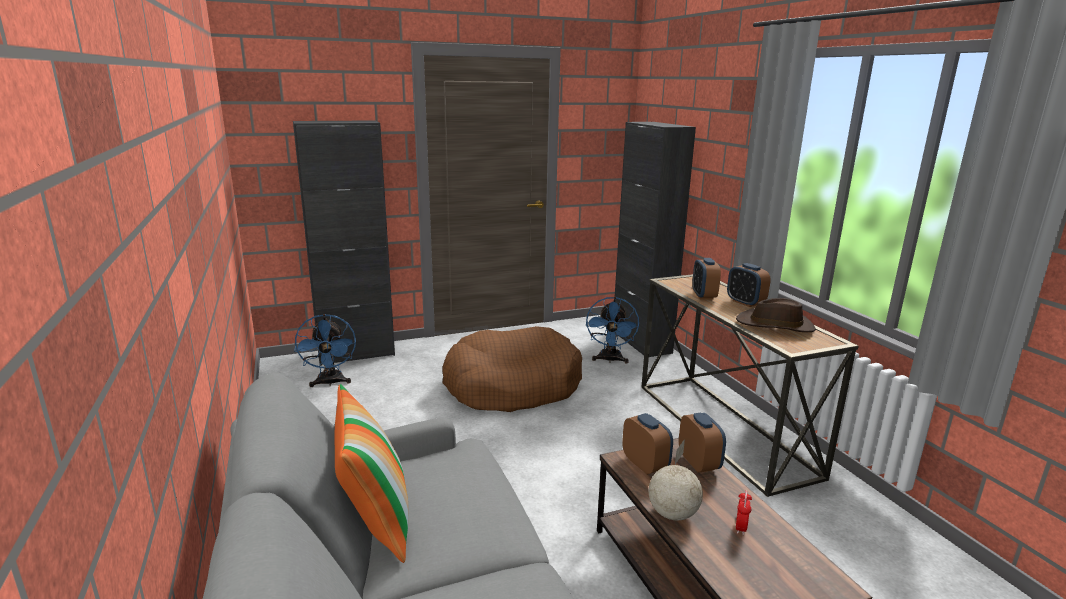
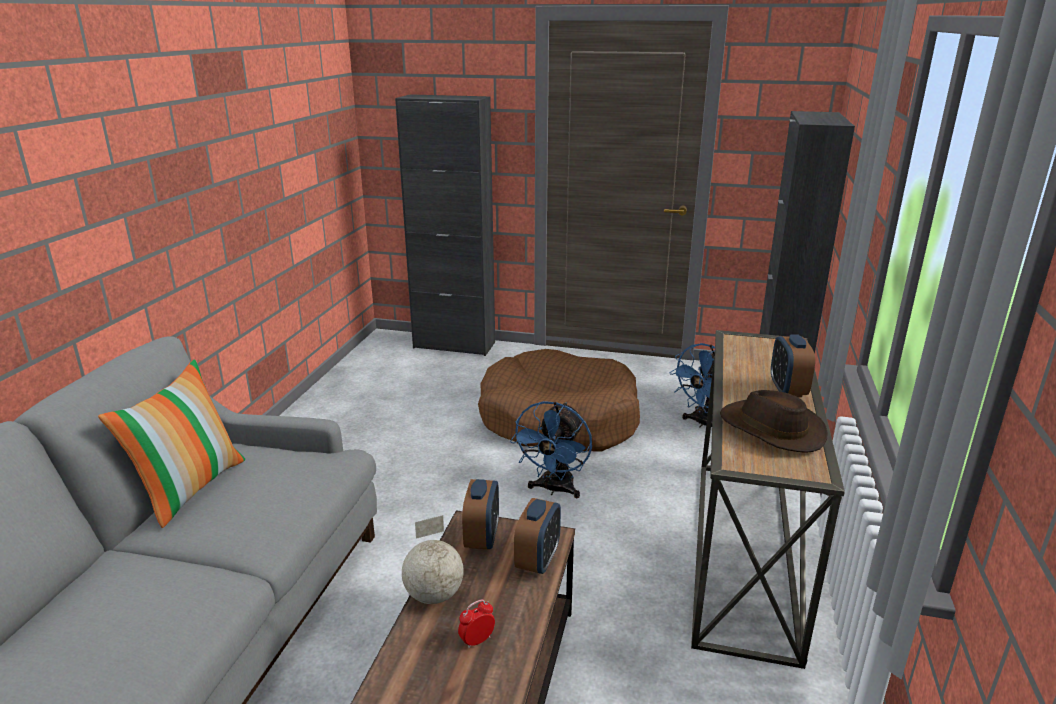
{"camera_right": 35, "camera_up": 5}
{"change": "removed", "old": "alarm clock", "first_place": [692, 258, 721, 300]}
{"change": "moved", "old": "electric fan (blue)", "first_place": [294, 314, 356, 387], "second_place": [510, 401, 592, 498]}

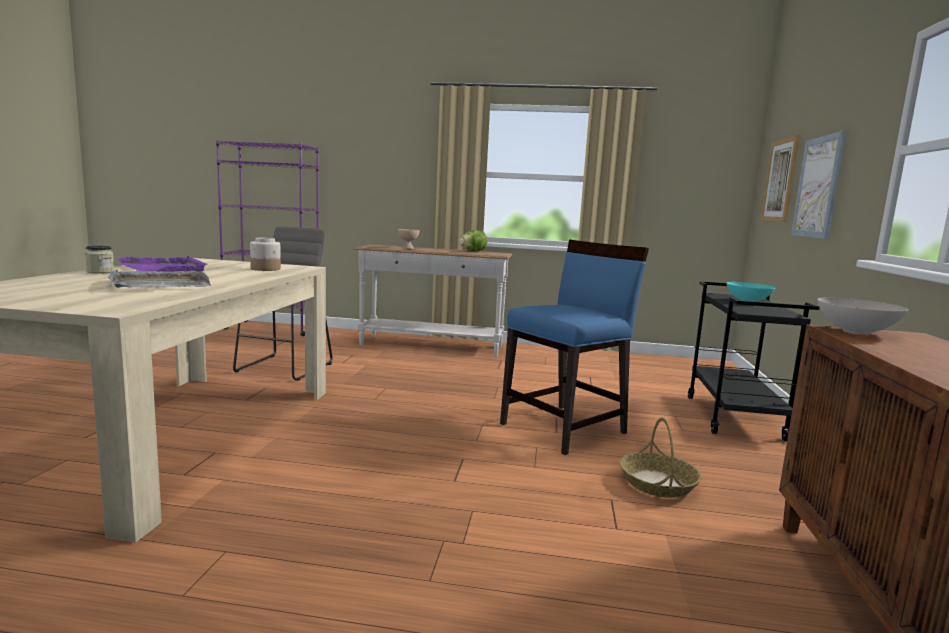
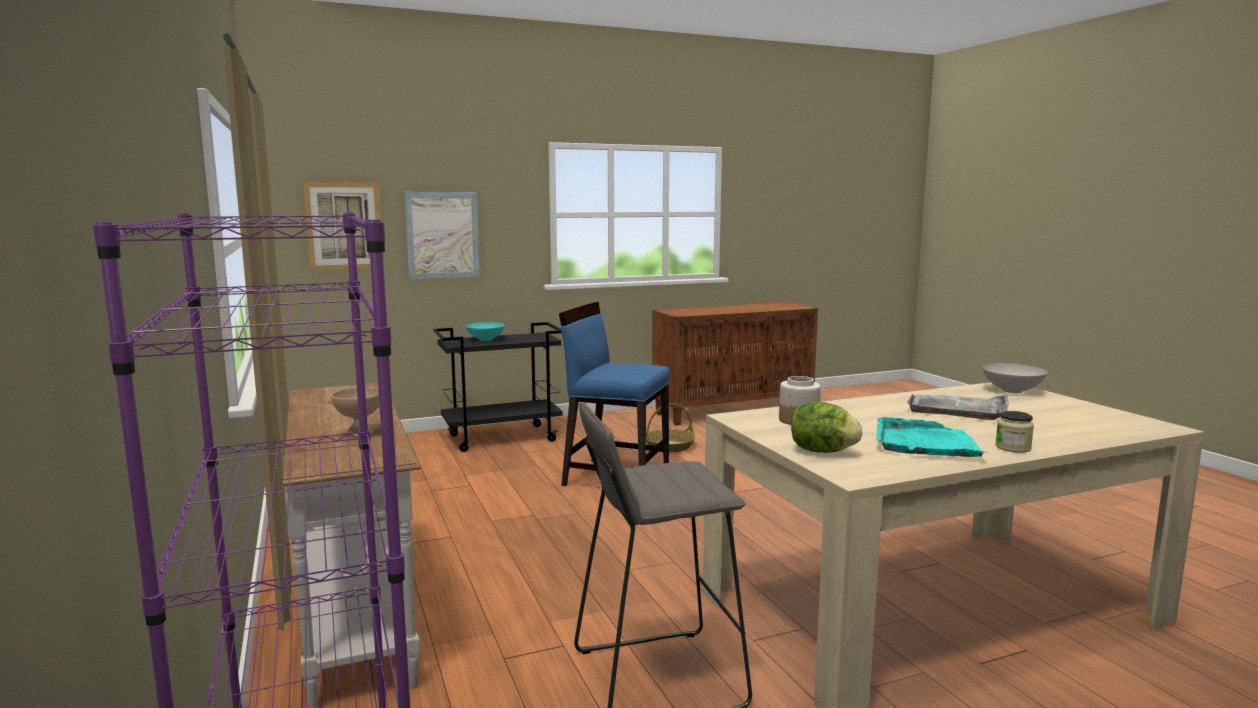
{"camera_right": -120, "camera_up": 0}
{"change": "moved", "old": "lettuce head", "first_place": [459, 230, 488, 251], "second_place": [791, 402, 862, 453]}
{"change": "recoloured", "old": "carrying tray (purple-coloured)", "new": "carrying tray (turquoise)", "first_place": [118, 256, 208, 272], "second_place": [876, 417, 987, 457]}
{"change": "moved", "old": "bowl (white)", "first_place": [817, 297, 908, 334], "second_place": [982, 363, 1048, 393]}

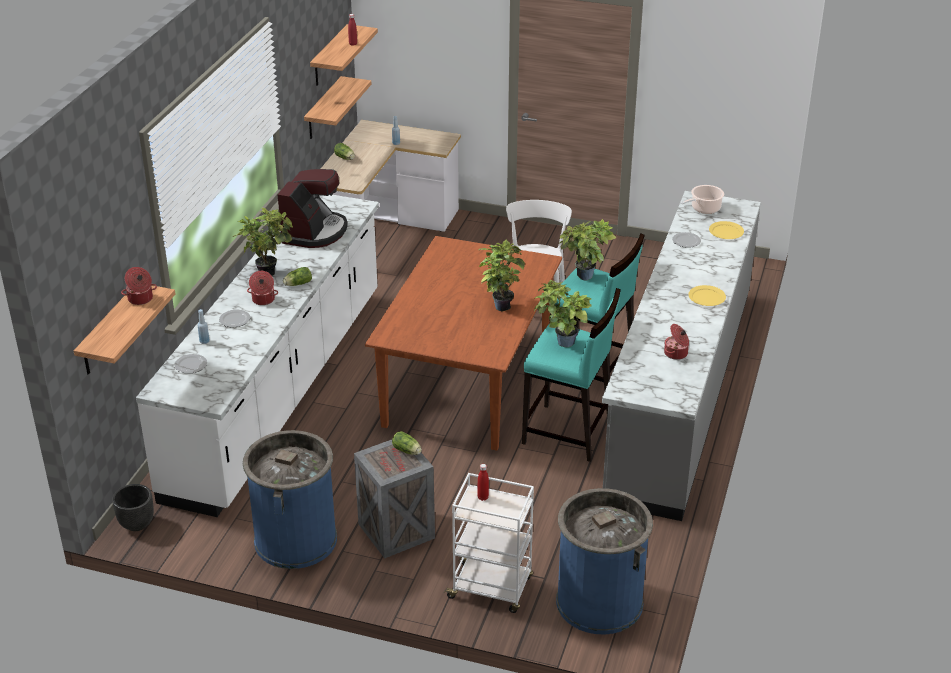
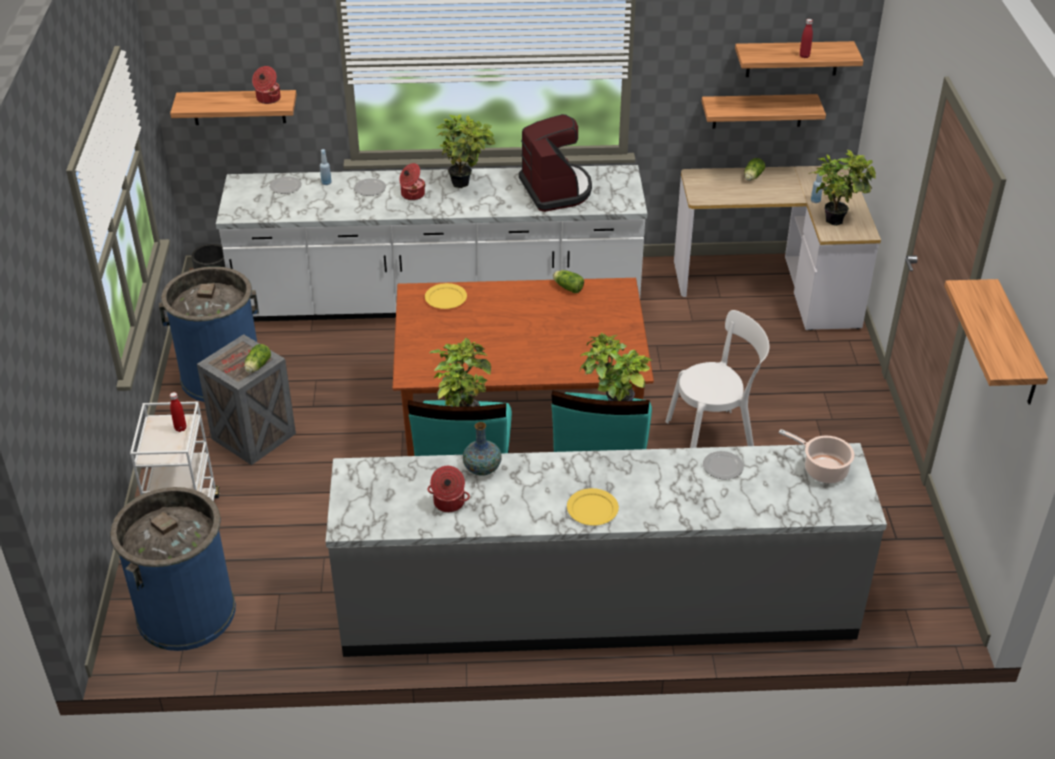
{"camera_right": 70, "camera_up": 5}
{"change": "turned", "old": "coffee brewer", "first_place": [278, 169, 348, 248], "second_place": [519, 114, 592, 212], "degrees": -105}
{"change": "moved", "old": "flat dish (yellowish)", "first_place": [709, 221, 744, 239], "second_place": [425, 283, 467, 309]}
{"change": "moved", "old": "houseplant", "first_place": [478, 239, 525, 312], "second_place": [809, 150, 876, 226]}
{"change": "moved", "old": "lettuce head", "first_place": [283, 267, 312, 286], "second_place": [553, 270, 584, 293]}
{"change": "added", "new": "shelf", "second_place": [944, 279, 1048, 405]}
{"change": "added", "new": "vase", "second_place": [463, 422, 501, 476]}

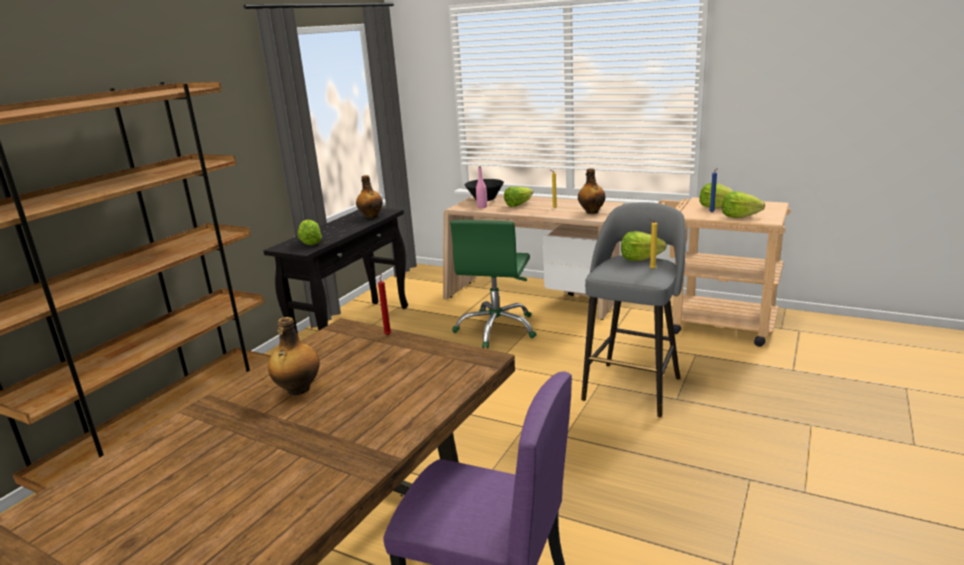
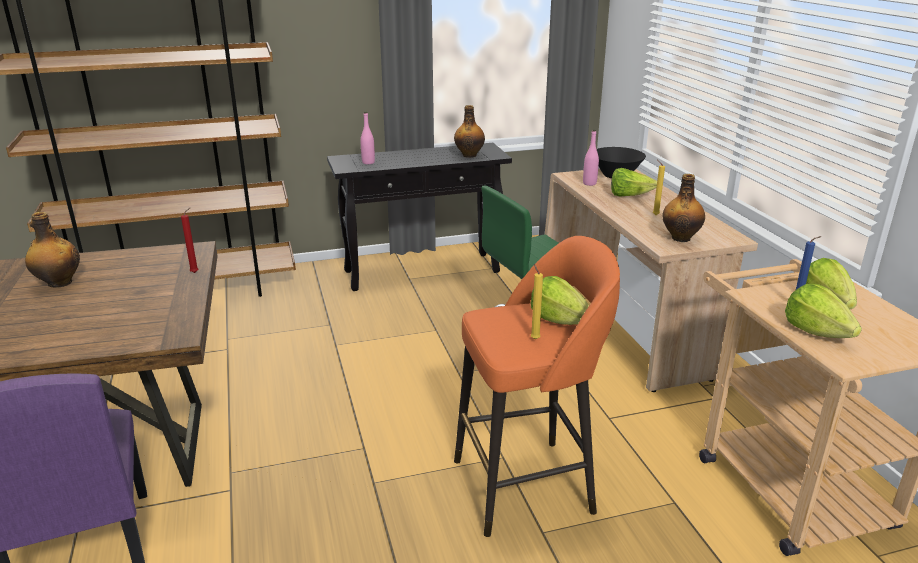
{"camera_right": 45, "camera_up": 5}
{"change": "recoloured", "old": "sitting stool (greyish)", "new": "sitting stool (orange)", "first_place": [581, 202, 686, 417], "second_place": [454, 236, 620, 537]}
{"change": "replaced", "old": "lettuce head", "new": "bottle (pink-coloured)", "first_place": [298, 220, 322, 245], "second_place": [361, 112, 375, 164]}

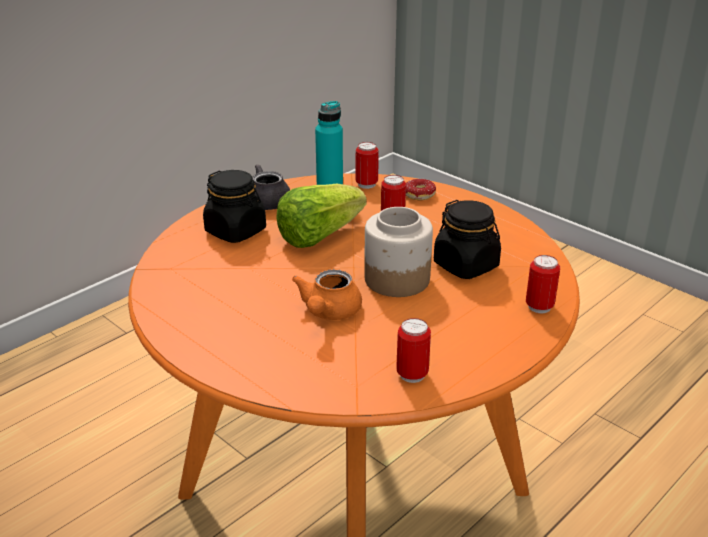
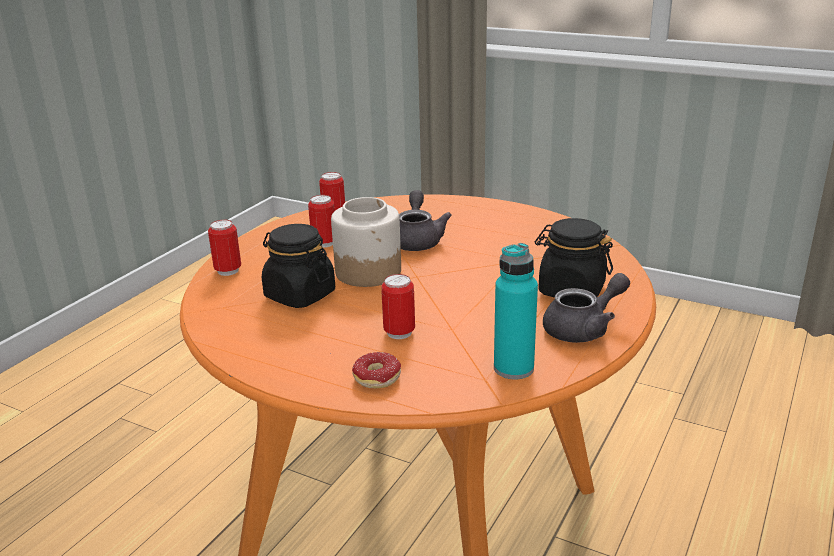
{"camera_right": 165, "camera_up": -5}
{"change": "moved", "old": "can", "first_place": [356, 142, 379, 189], "second_place": [308, 195, 335, 248]}
{"change": "removed", "old": "lettuce head", "first_place": [276, 183, 367, 248]}
{"change": "recoloured", "old": "teapot (orange)", "new": "teapot (greyish)", "first_place": [292, 269, 362, 320], "second_place": [399, 190, 452, 251]}

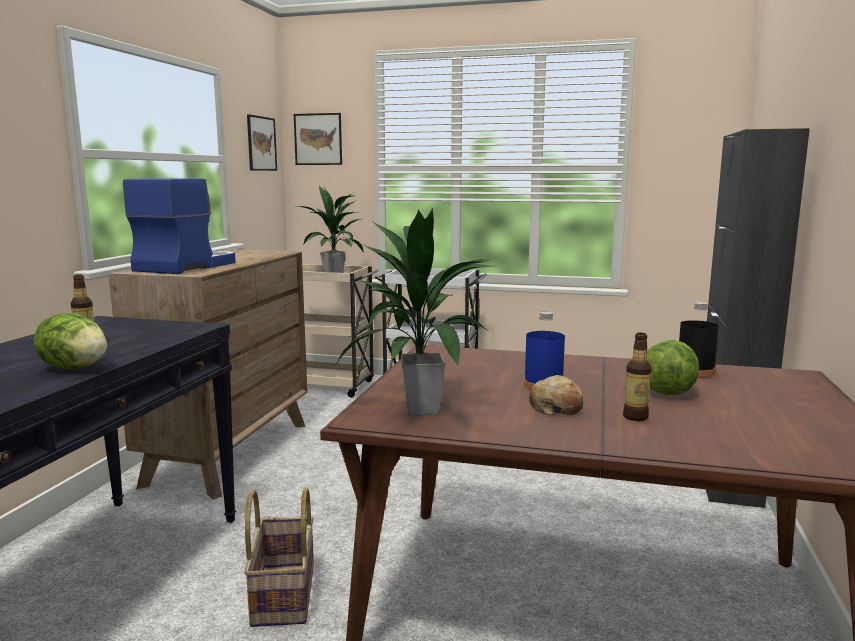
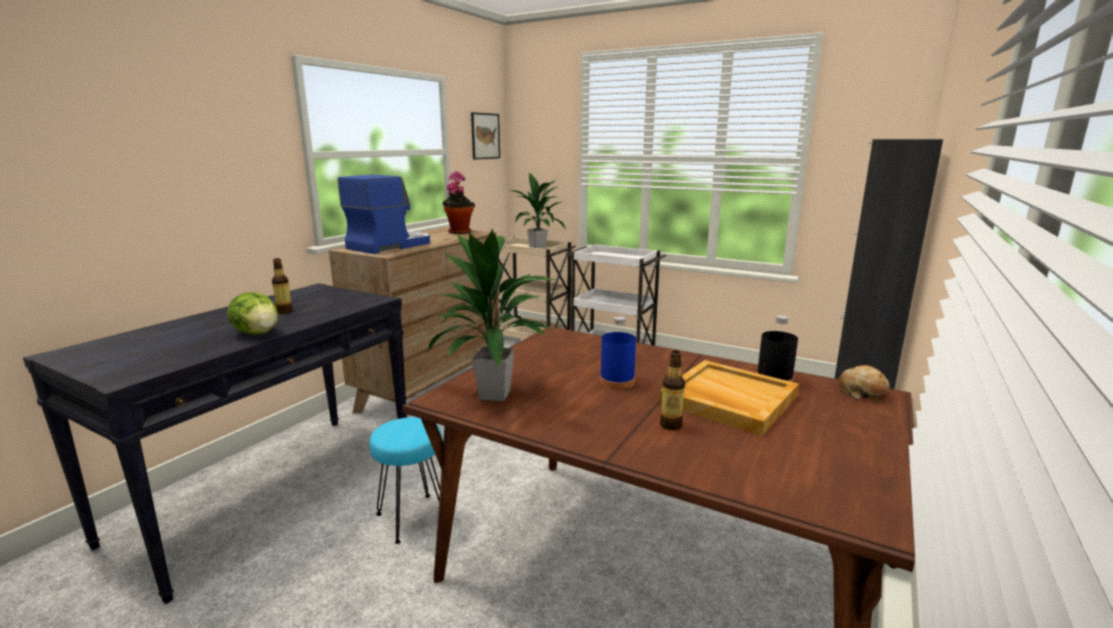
{"camera_right": 15, "camera_up": 5}
{"change": "removed", "old": "picture", "first_place": [294, 113, 342, 165]}
{"change": "replaced", "old": "lettuce head", "new": "carrying tray (beige-coloured)", "first_place": [647, 340, 699, 395], "second_place": [659, 360, 799, 436]}
{"change": "moved", "old": "baked bread", "first_place": [529, 375, 583, 415], "second_place": [838, 365, 890, 401]}
{"change": "replaced", "old": "household basket", "new": "sitting stool (turquoise)", "first_place": [244, 487, 314, 627], "second_place": [369, 417, 442, 544]}
{"change": "added", "new": "houseplant", "second_place": [443, 171, 476, 234]}

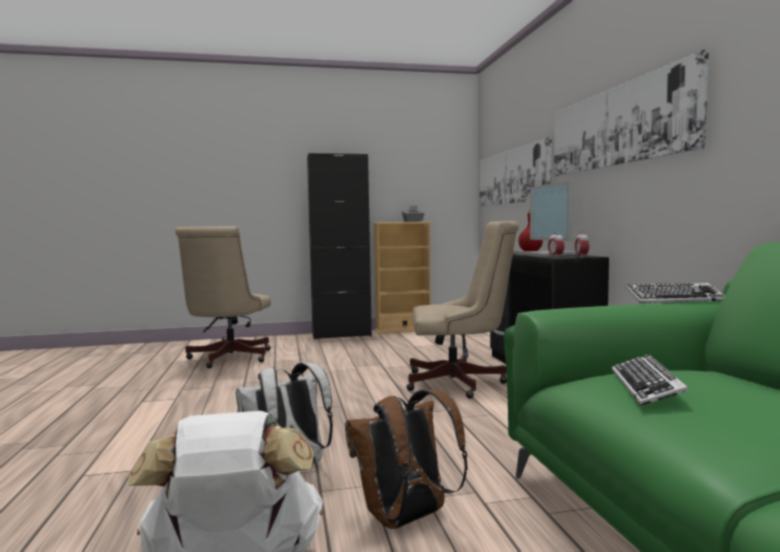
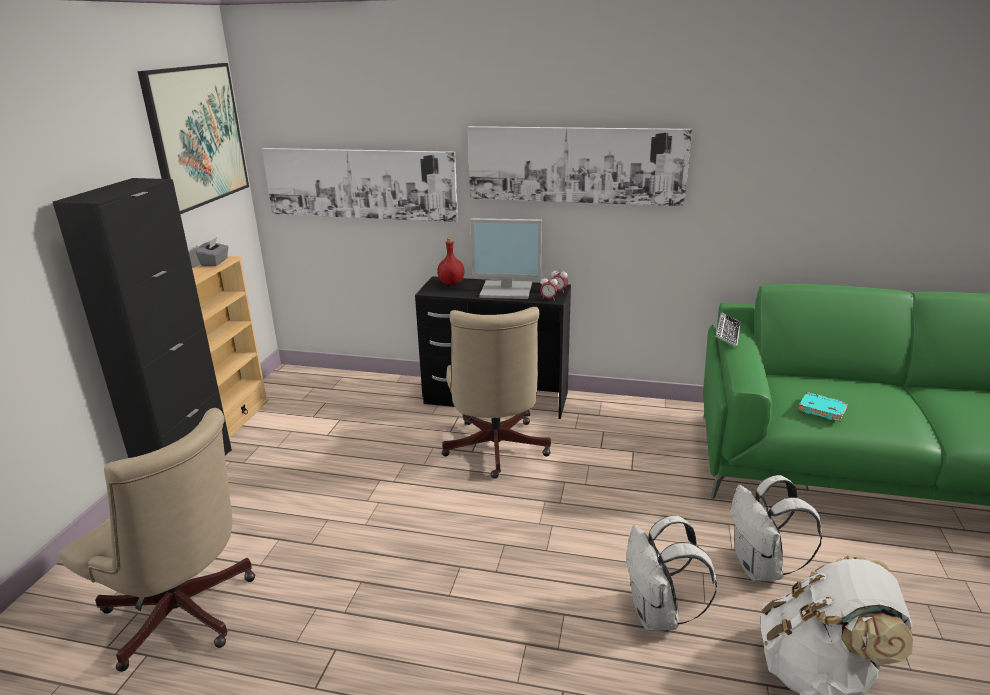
{"camera_right": -65, "camera_up": 20}
{"change": "turned", "old": "desk chair (beige-coloured)", "first_place": [406, 221, 519, 398], "second_place": [442, 307, 551, 479], "degrees": 150}
{"change": "replaced", "old": "PC keyboard", "new": "book (turquoise)", "first_place": [612, 354, 689, 406], "second_place": [798, 392, 848, 421]}
{"change": "recoloured", "old": "knapsack (brown-coloured)", "new": "knapsack (white)", "first_place": [345, 389, 468, 529], "second_place": [731, 475, 822, 581]}
{"change": "added", "new": "picture", "second_place": [138, 63, 249, 214]}

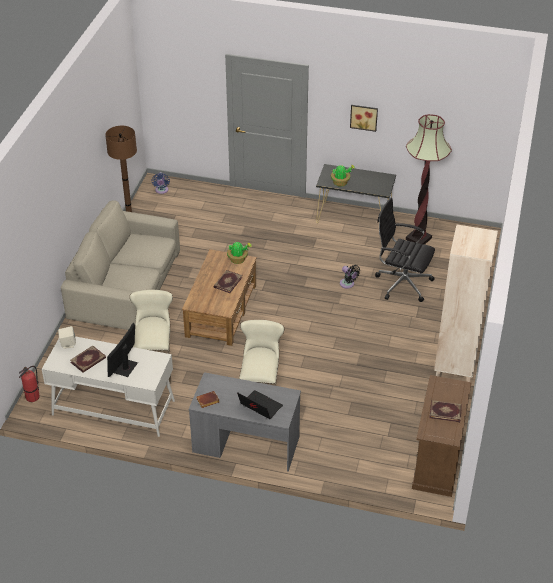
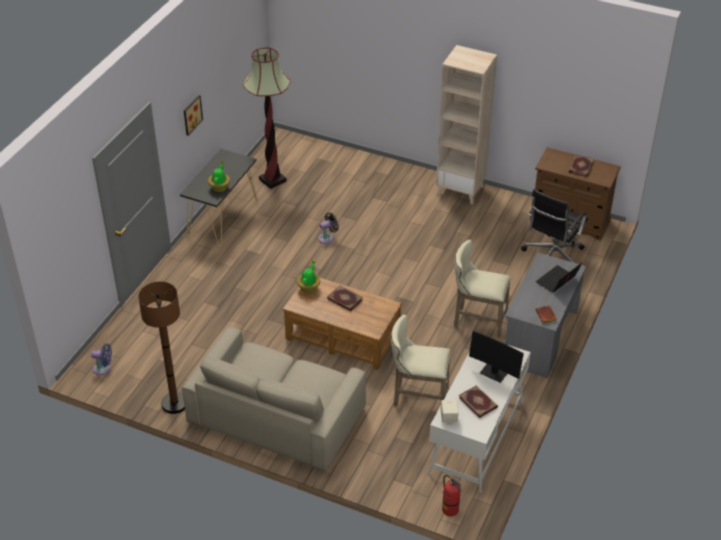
{"camera_right": -80, "camera_up": 0}
{"change": "moved", "old": "desk chair (black)", "first_place": [375, 198, 435, 302], "second_place": [521, 189, 588, 263]}

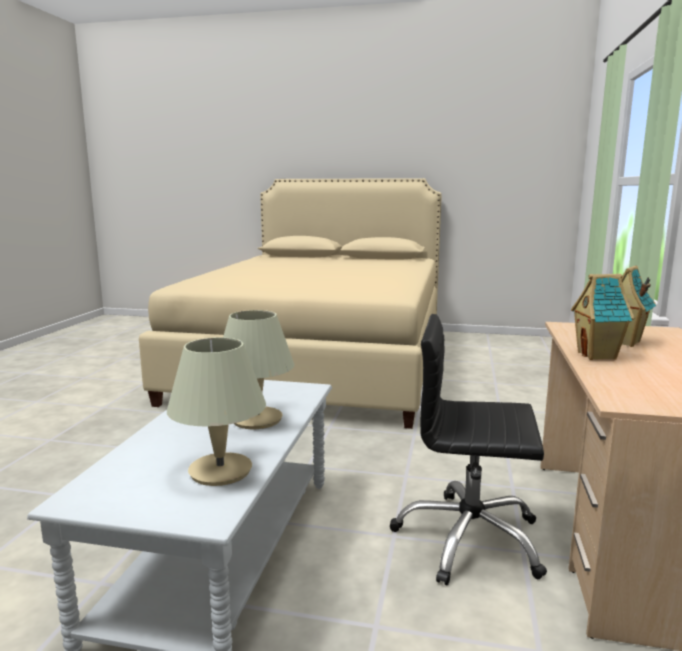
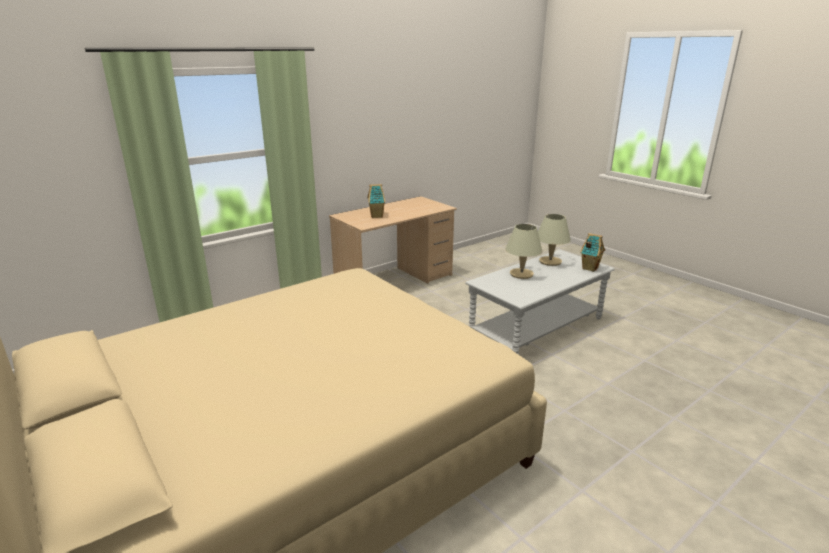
{"camera_right": -140, "camera_up": 10}
{"change": "moved", "old": "miniature house", "first_place": [571, 274, 635, 360], "second_place": [580, 233, 605, 272]}
{"change": "removed", "old": "desk chair (black)", "first_place": [390, 314, 547, 585]}

